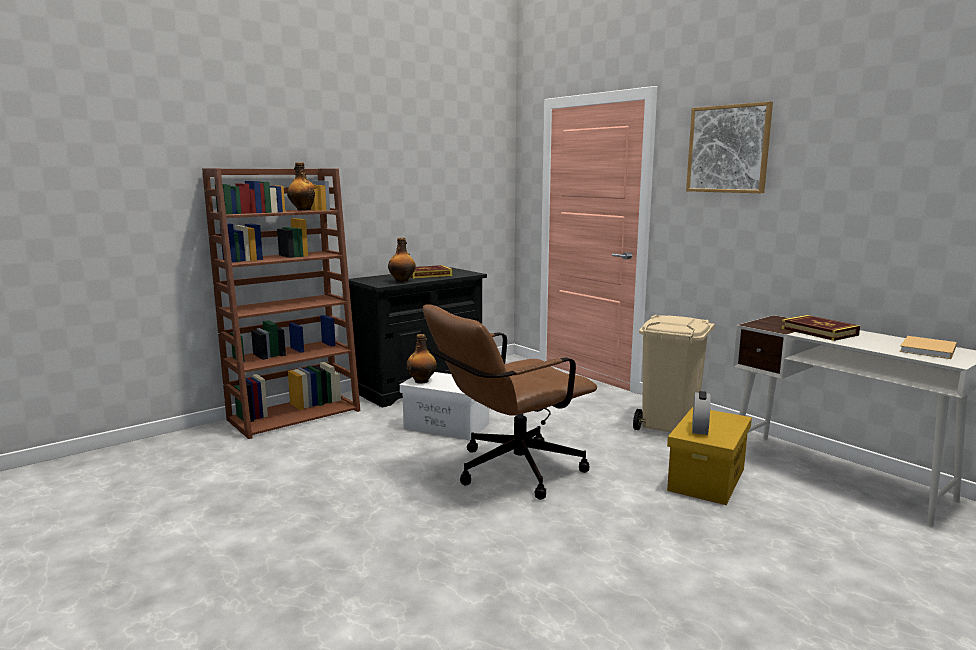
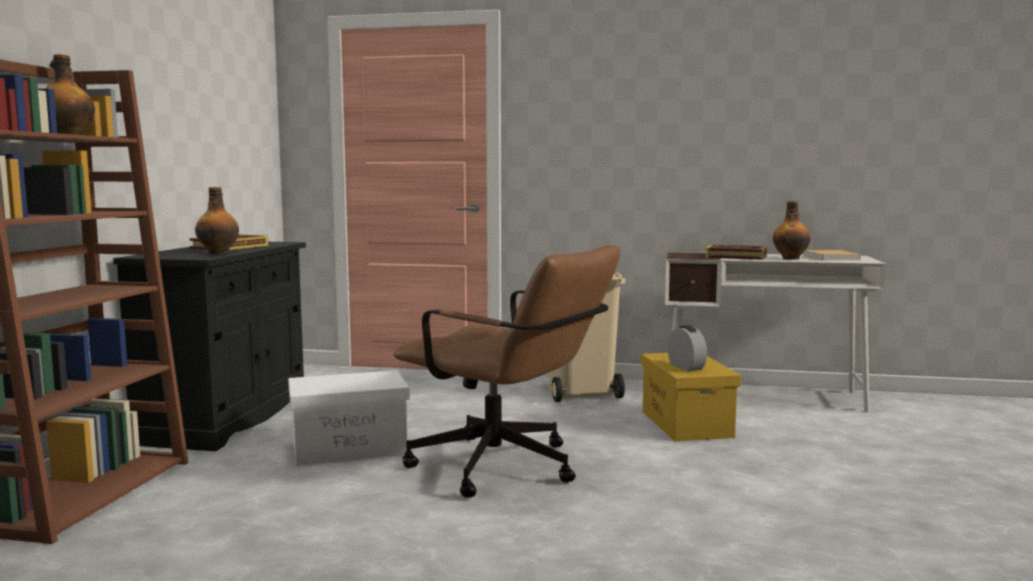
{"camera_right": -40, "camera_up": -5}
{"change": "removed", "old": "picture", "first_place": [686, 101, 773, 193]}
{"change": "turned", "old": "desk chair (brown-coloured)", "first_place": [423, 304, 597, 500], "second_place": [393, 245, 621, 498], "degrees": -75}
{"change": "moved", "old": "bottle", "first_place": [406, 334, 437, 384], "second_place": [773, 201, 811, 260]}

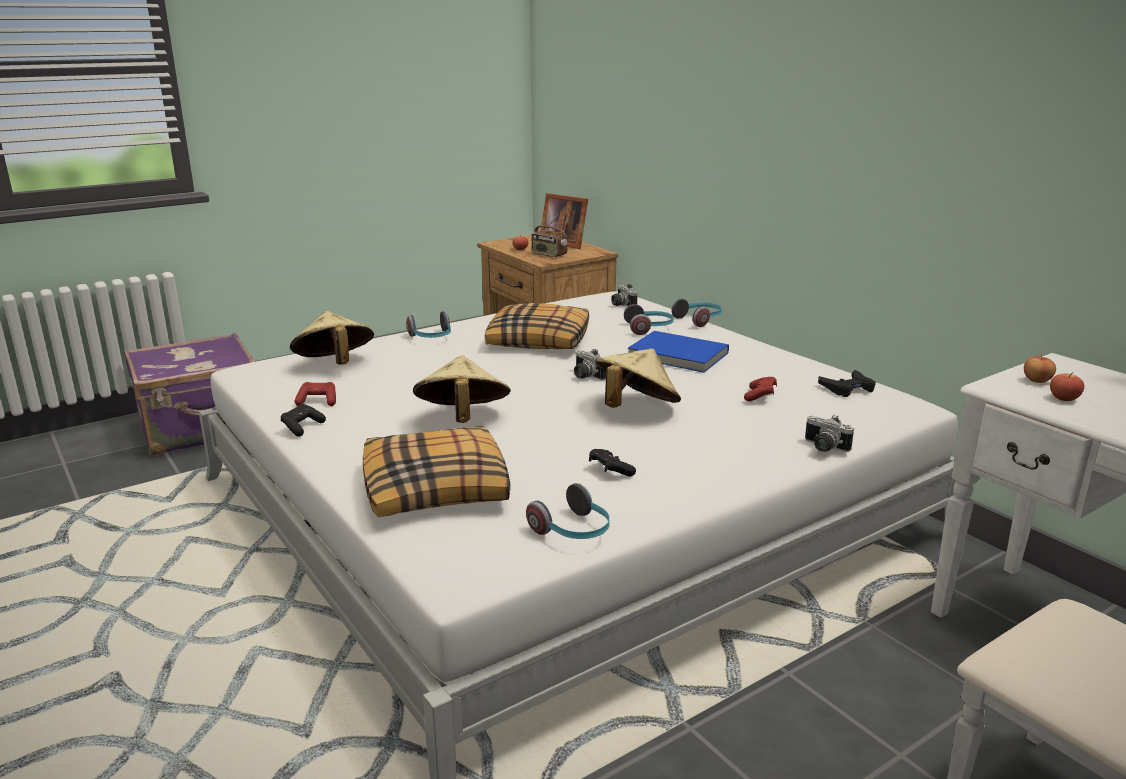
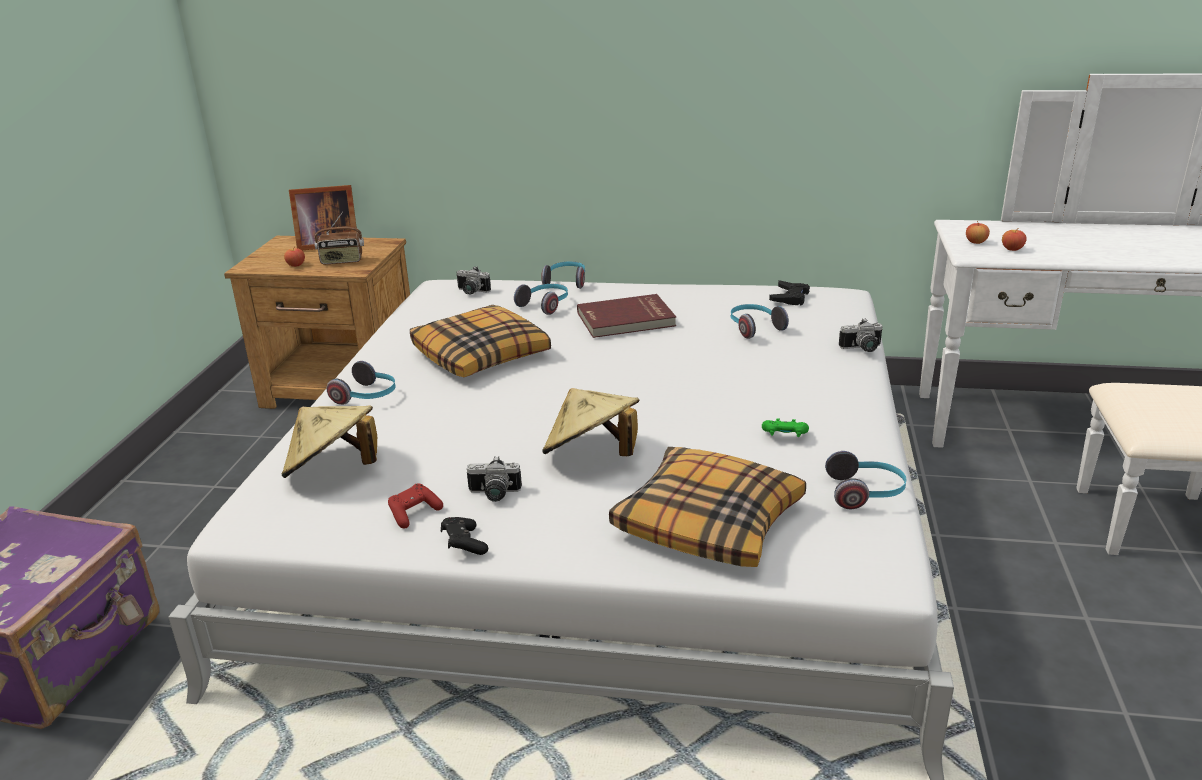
{"camera_right": -45, "camera_up": 5}
{"change": "recoloured", "old": "book (blue)", "new": "book (red)", "first_place": [628, 331, 729, 373], "second_place": [577, 294, 676, 338]}
{"change": "removed", "old": "wearable hat (beige-coloured)", "first_place": [595, 348, 681, 408]}
{"change": "moved", "old": "photo camera", "first_place": [574, 349, 606, 380], "second_place": [467, 456, 522, 502]}
{"change": "replaced", "old": "joypad (red)", "new": "headset", "first_place": [744, 377, 777, 402], "second_place": [731, 304, 789, 339]}
{"change": "recoloured", "old": "joypad (black)", "new": "joypad (greenish)", "first_place": [589, 449, 636, 476], "second_place": [762, 418, 809, 437]}

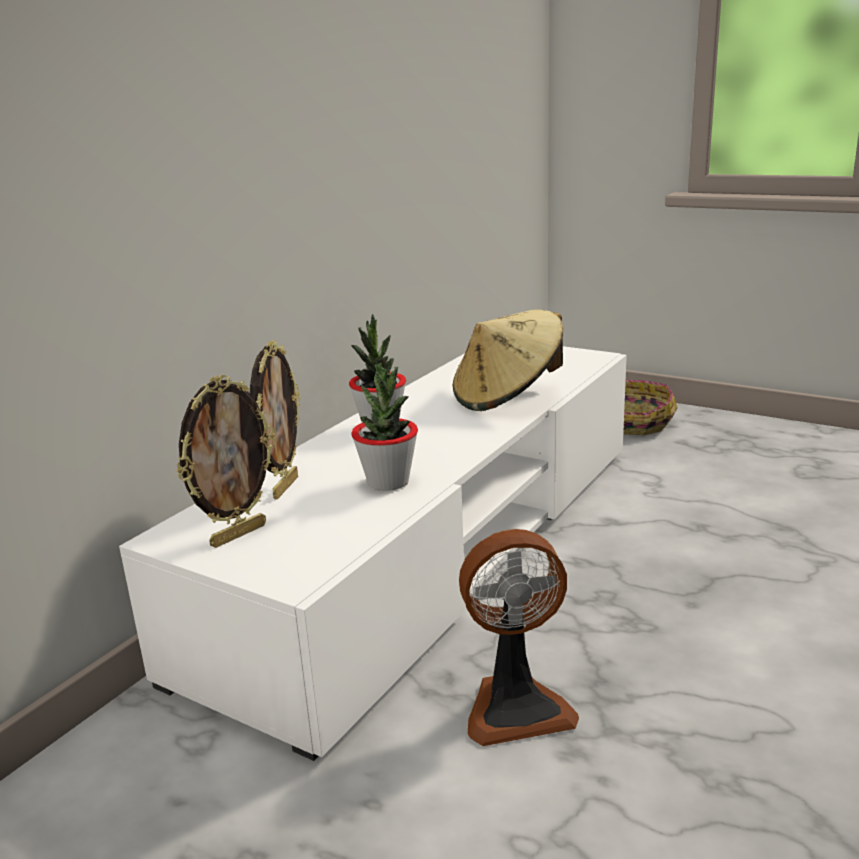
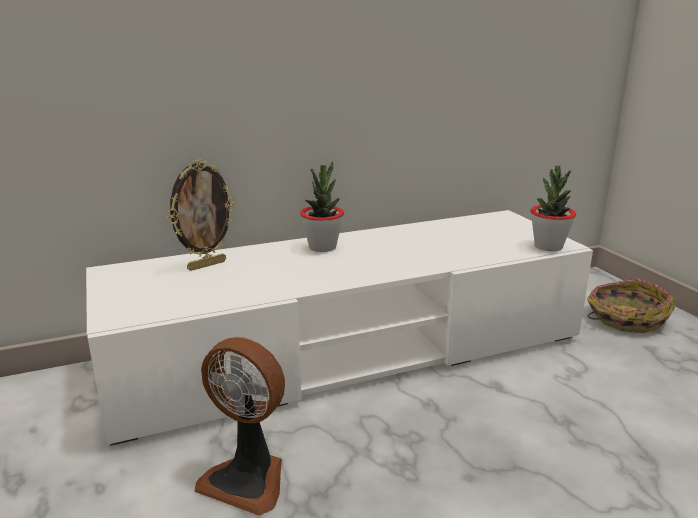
{"camera_right": 35, "camera_up": 0}
{"change": "removed", "old": "wearable hat (beige-coloured)", "first_place": [453, 309, 564, 411]}
{"change": "moved", "old": "houseplant", "first_place": [351, 363, 418, 491], "second_place": [531, 166, 576, 251]}
{"change": "removed", "old": "picture frame", "first_place": [176, 375, 276, 548]}

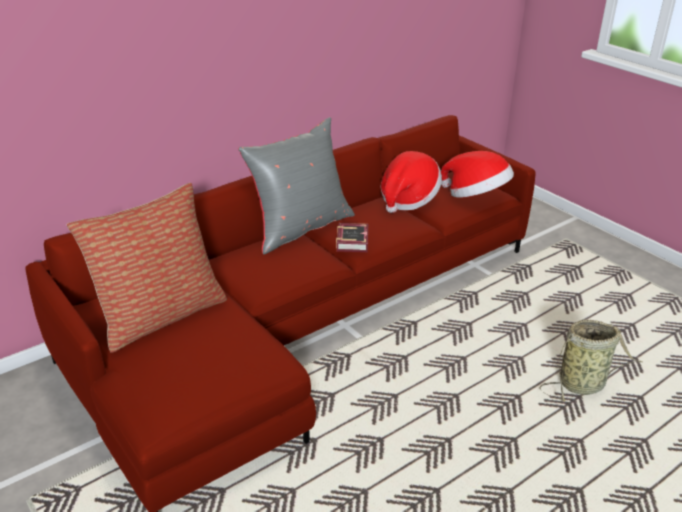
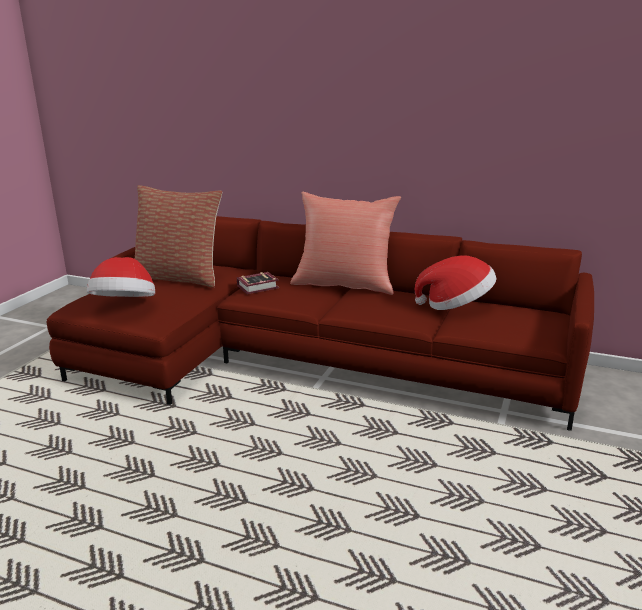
{"camera_right": 60, "camera_up": -10}
{"change": "recoloured", "old": "cushion (greyish)", "new": "cushion (red)", "first_place": [238, 117, 355, 254], "second_place": [290, 192, 401, 295]}
{"change": "moved", "old": "wearable hat", "first_place": [441, 151, 514, 198], "second_place": [87, 257, 155, 297]}
{"change": "moved", "old": "book", "first_place": [336, 223, 368, 252], "second_place": [237, 272, 279, 294]}
{"change": "removed", "old": "household basket", "first_place": [539, 320, 643, 402]}

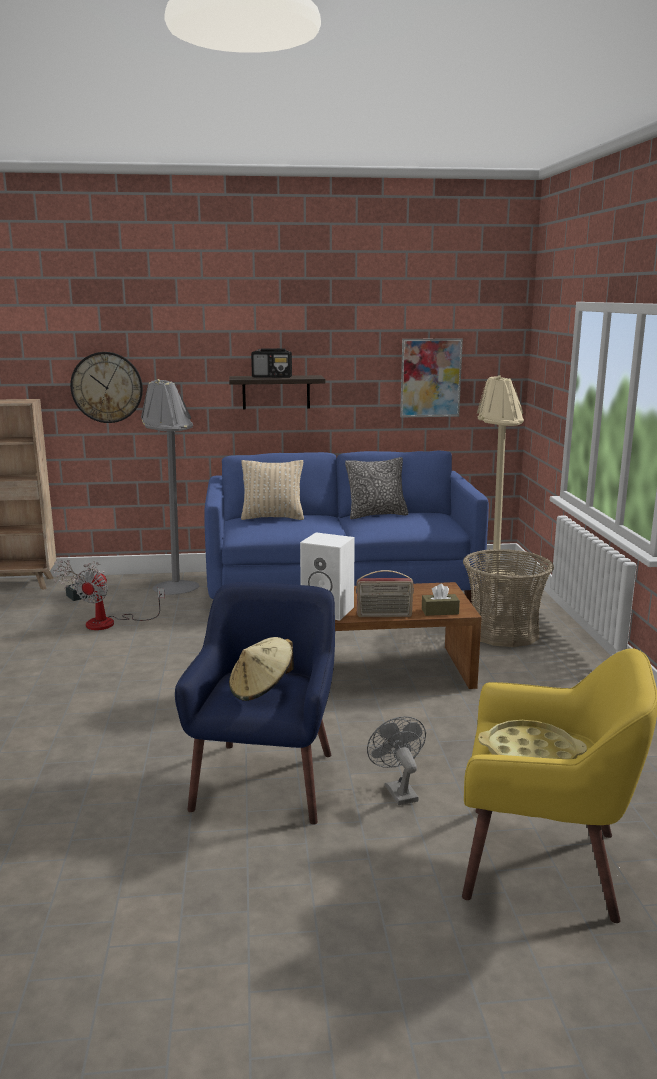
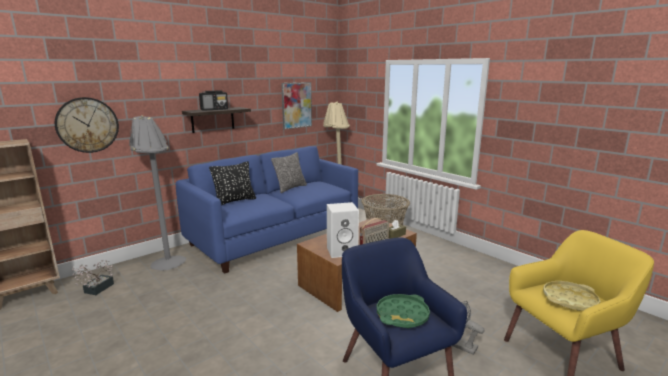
{"camera_right": -35, "camera_up": 0}
{"change": "recoloured", "old": "cushion (beige-coloured)", "new": "cushion (black)", "first_place": [241, 460, 304, 520], "second_place": [209, 161, 256, 205]}
{"change": "removed", "old": "electric fan", "first_place": [74, 570, 165, 630]}
{"change": "replaced", "old": "wearable hat (beige-coloured)", "new": "carrying tray (greenish)", "first_place": [229, 637, 294, 701], "second_place": [377, 294, 430, 328]}

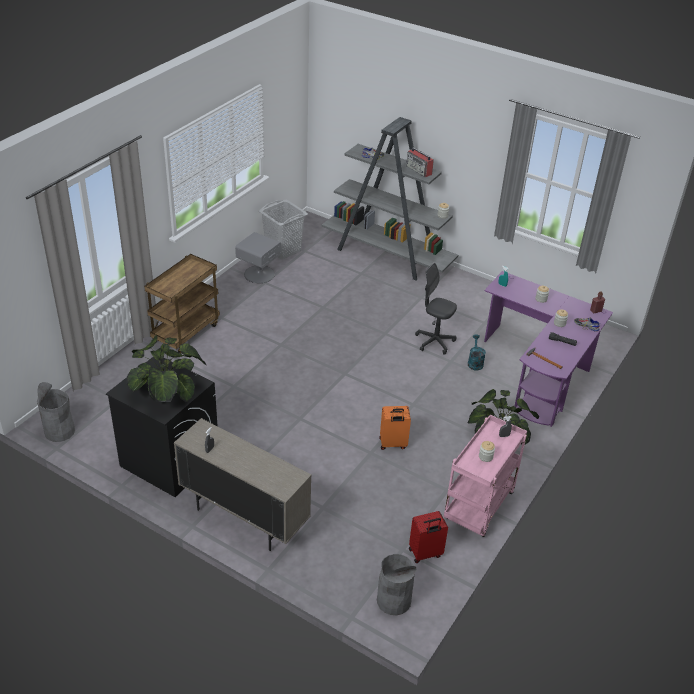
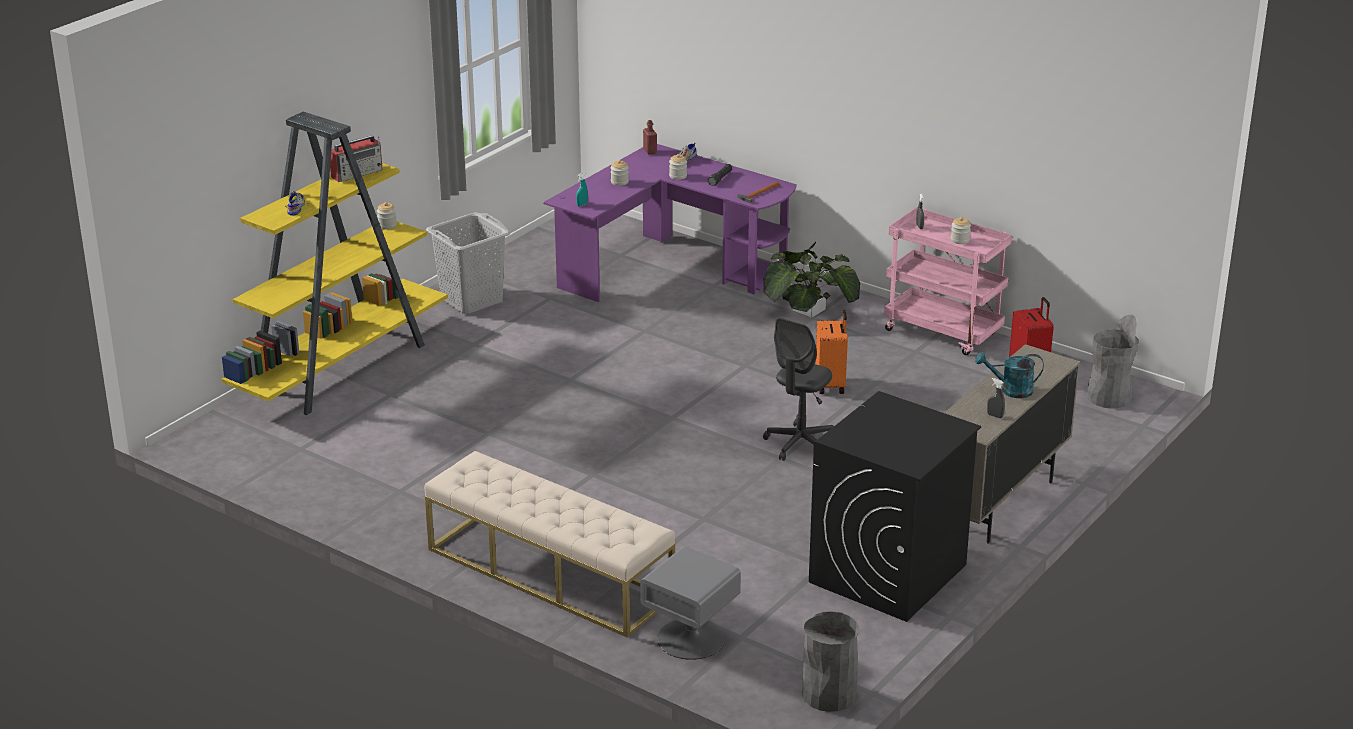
{"camera_right": -85, "camera_up": -10}
{"change": "recoloured", "old": "bookshelf (greyish)", "new": "bookshelf (yellowish)", "first_place": [322, 117, 458, 281], "second_place": [222, 112, 448, 415]}
{"change": "moved", "old": "laundry basket (greyish)", "first_place": [259, 200, 308, 259], "second_place": [426, 212, 510, 314]}
{"change": "moved", "old": "bedside table (greyish)", "first_place": [235, 232, 281, 283], "second_place": [640, 546, 741, 660]}
{"change": "replaced", "old": "trolley (brown-coloured)", "new": "long seat (beige-coloured)", "first_place": [144, 254, 220, 354], "second_place": [425, 451, 675, 637]}
{"change": "moved", "old": "desk chair (greyish)", "first_place": [415, 263, 457, 355], "second_place": [763, 317, 834, 461]}
{"change": "moved", "old": "watering pot (turquoise)", "first_place": [468, 334, 486, 371], "second_place": [975, 352, 1044, 398]}
{"change": "removed", "old": "houseplant", "first_place": [127, 335, 207, 402]}

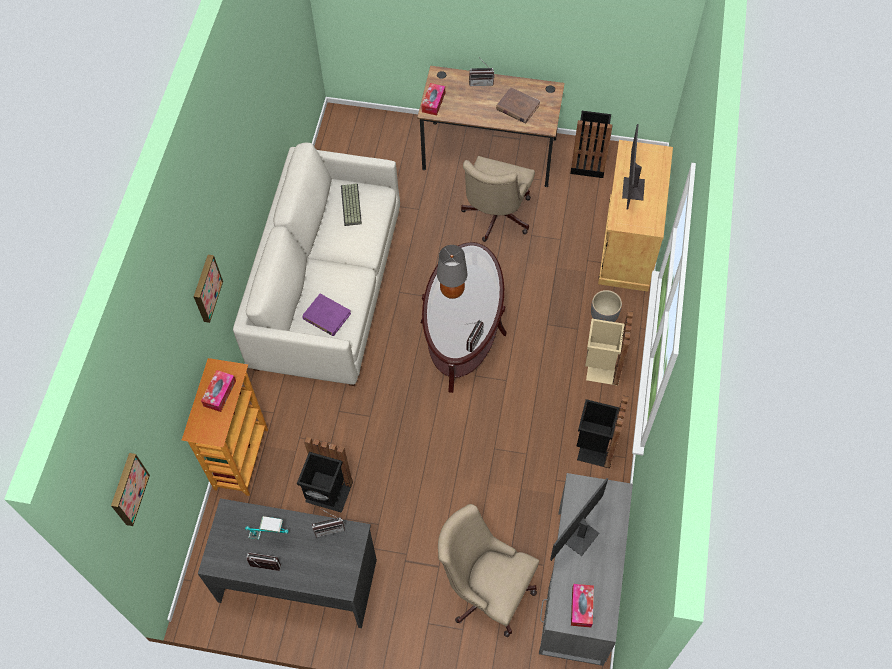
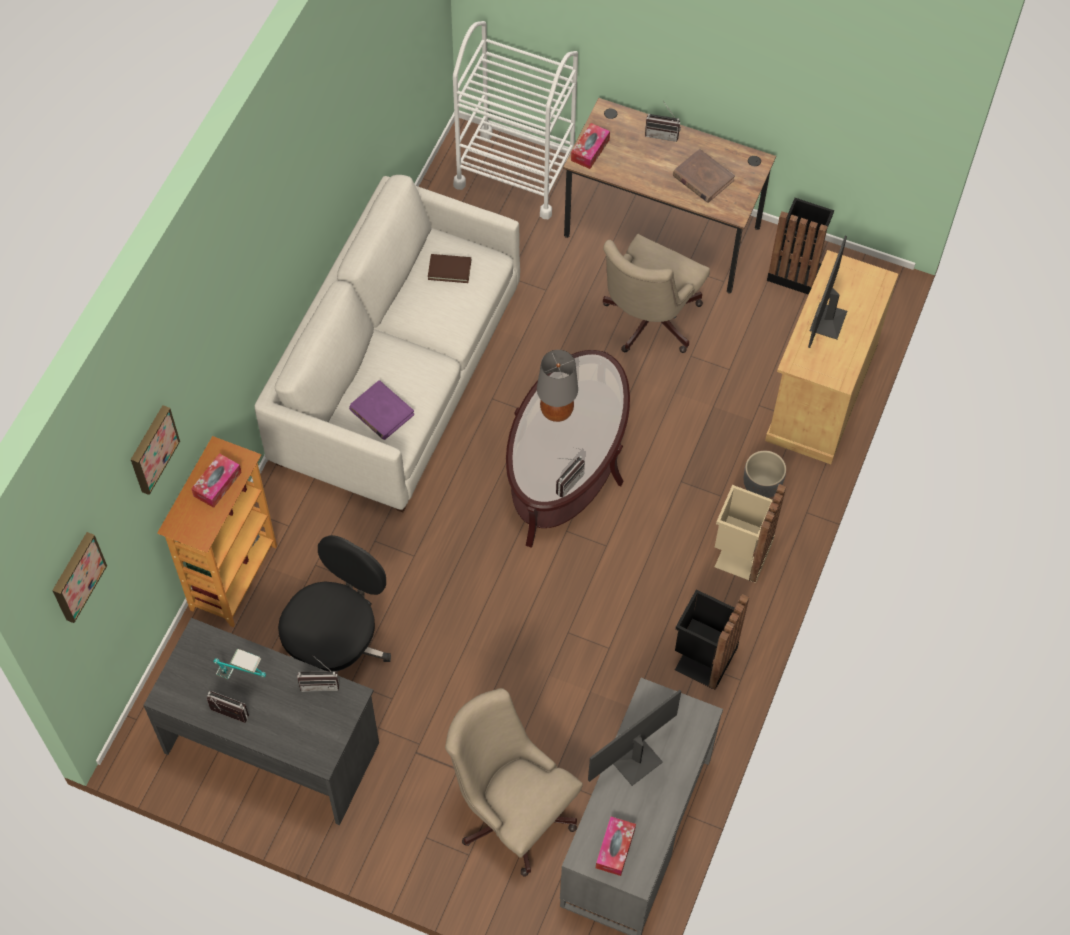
{"camera_right": 10, "camera_up": 0}
{"change": "replaced", "old": "PC keyboard", "new": "book (brown-coloured)", "first_place": [341, 183, 362, 226], "second_place": [428, 254, 471, 283]}
{"change": "moved", "old": "picture", "first_place": [194, 255, 223, 323], "second_place": [131, 405, 180, 495]}
{"change": "replaced", "old": "trash can (black)", "new": "desk chair (black)", "first_place": [297, 437, 353, 513], "second_place": [278, 535, 391, 675]}
{"change": "added", "new": "trolley (white)", "second_place": [453, 21, 578, 219]}

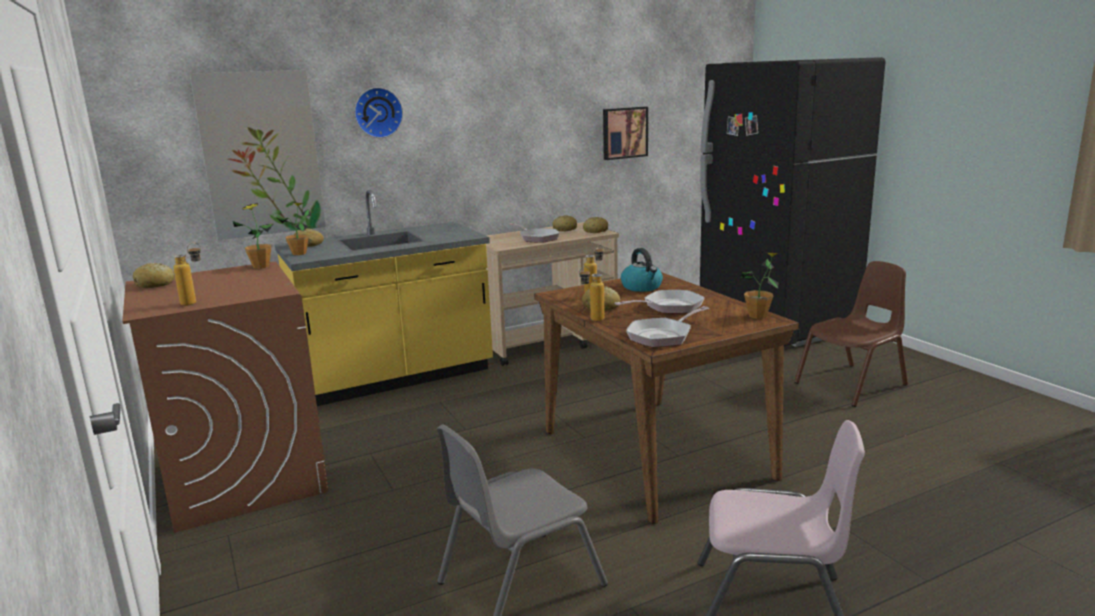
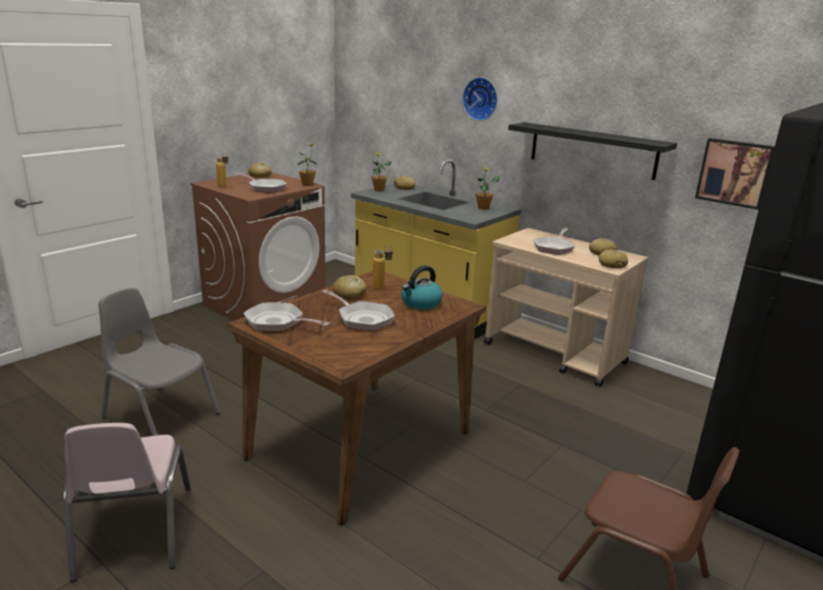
{"camera_right": 65, "camera_up": 5}
{"change": "removed", "old": "picture", "first_place": [190, 70, 326, 240]}
{"change": "moved", "old": "houseplant", "first_place": [740, 252, 779, 319], "second_place": [476, 167, 500, 209]}
{"change": "removed", "old": "bottle", "first_place": [579, 266, 605, 321]}
{"change": "added", "new": "shelf (black)", "second_place": [508, 122, 677, 180]}
{"change": "added", "new": "pan", "second_place": [236, 173, 287, 193]}

